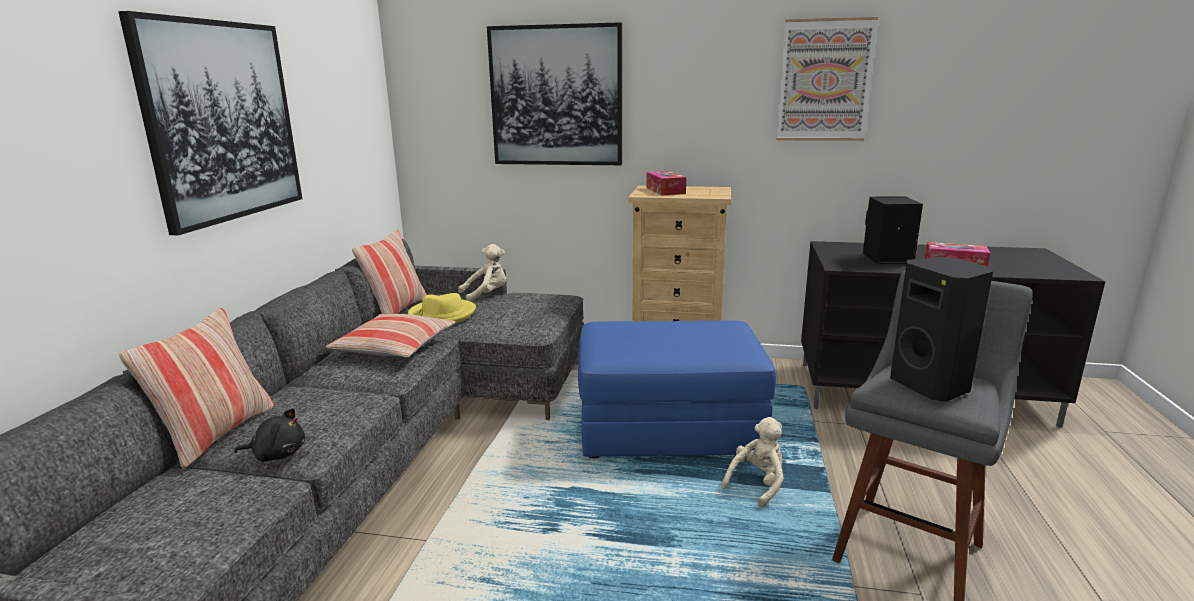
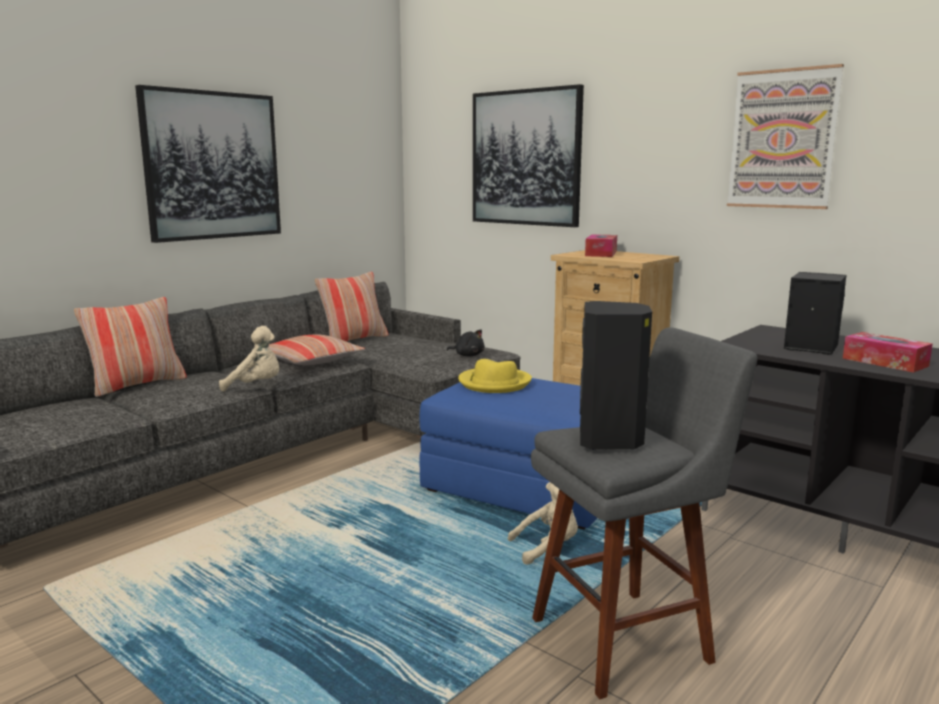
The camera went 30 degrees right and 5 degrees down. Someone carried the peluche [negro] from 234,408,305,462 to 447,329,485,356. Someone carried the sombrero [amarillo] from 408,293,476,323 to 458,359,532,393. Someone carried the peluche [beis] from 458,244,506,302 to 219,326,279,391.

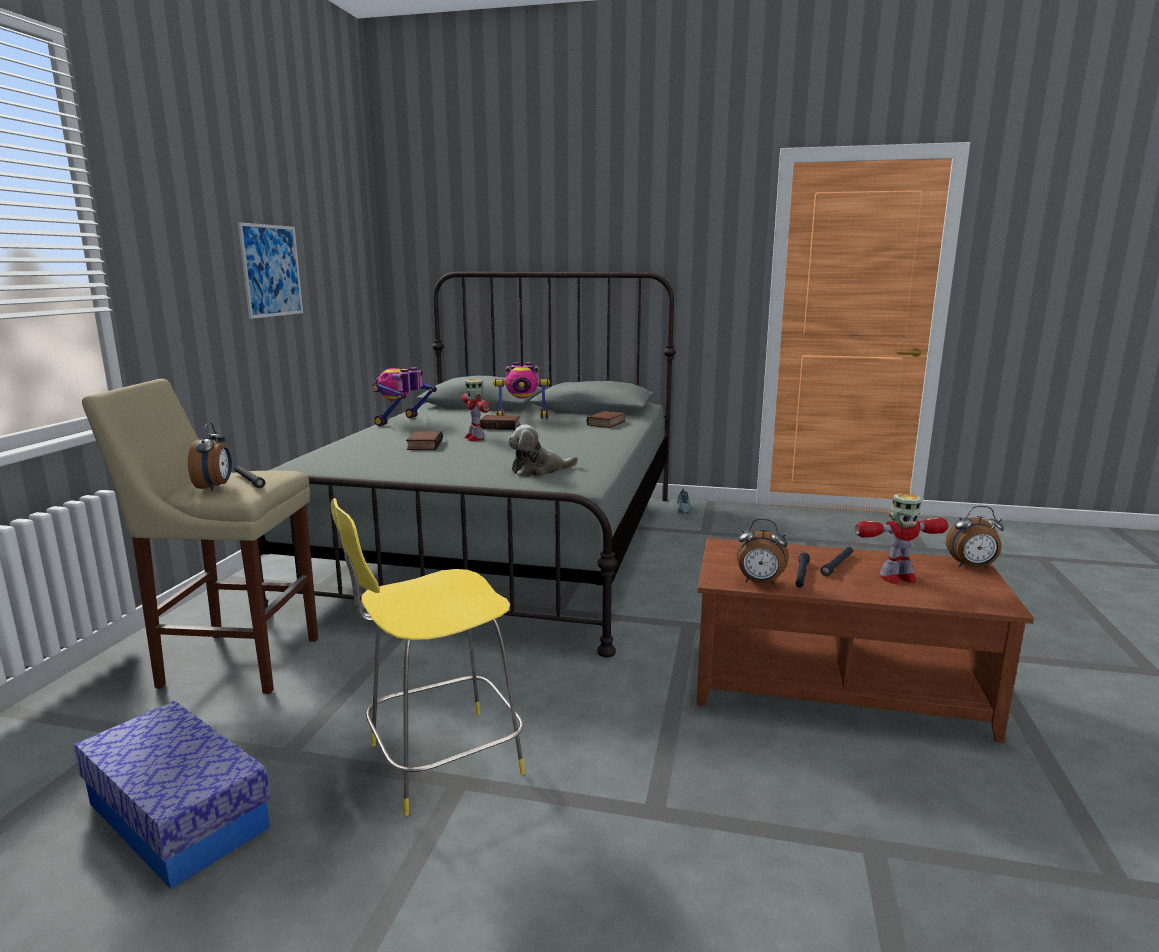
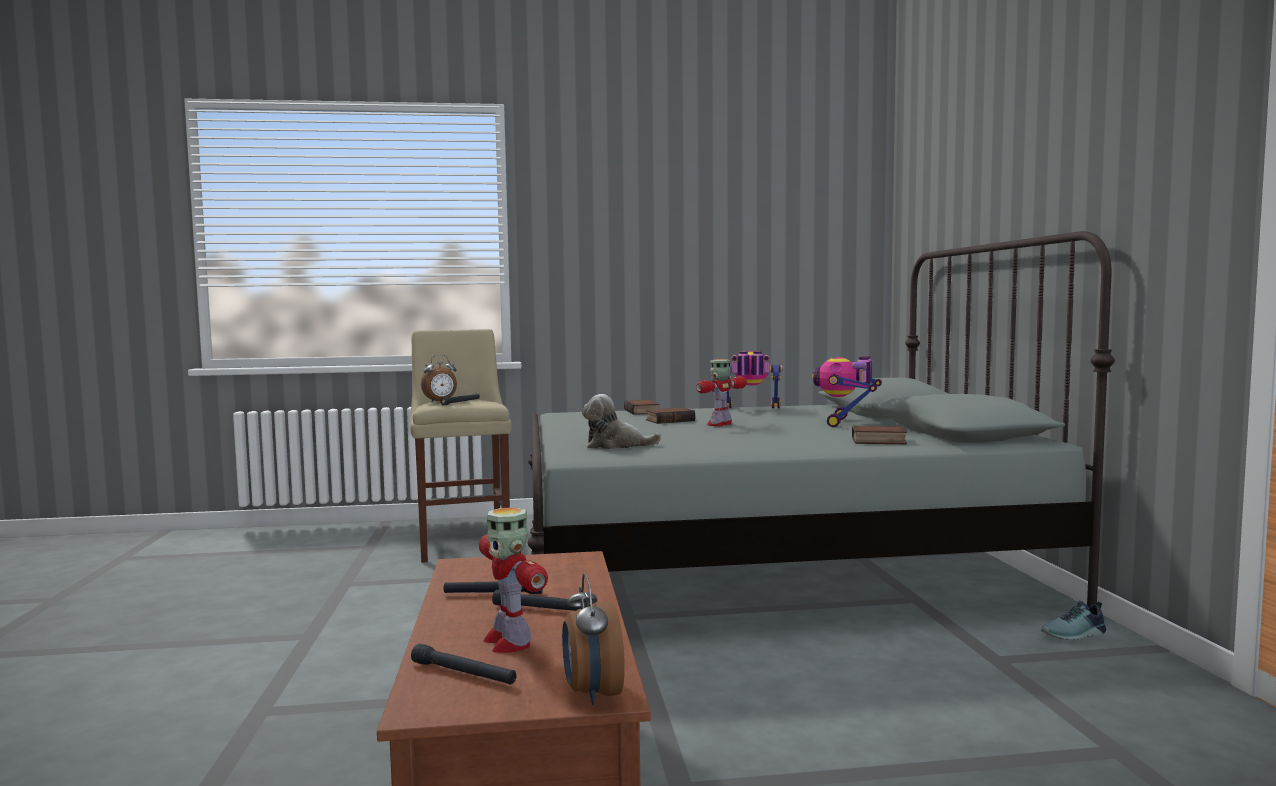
The camera went 70 degrees right and 10 degrees down. Someone took away the caja de almacenaje at 74,700,271,889. Someone took away the cuadro at 238,222,303,319. Someone took away the taburete [amarillo] at 330,498,525,816. Someone took away the despertador at 737,519,789,585. Someone put down the linterna [negro] at 411,644,516,684. Someone carried the libro from 480,415,520,430 to 624,400,660,415. Someone rotated the robot de juguete at 493,362,550,419 by 45 degrees clockwise. Someone rotated the peluche at 508,425,578,476 by 45 degrees counterclockwise.

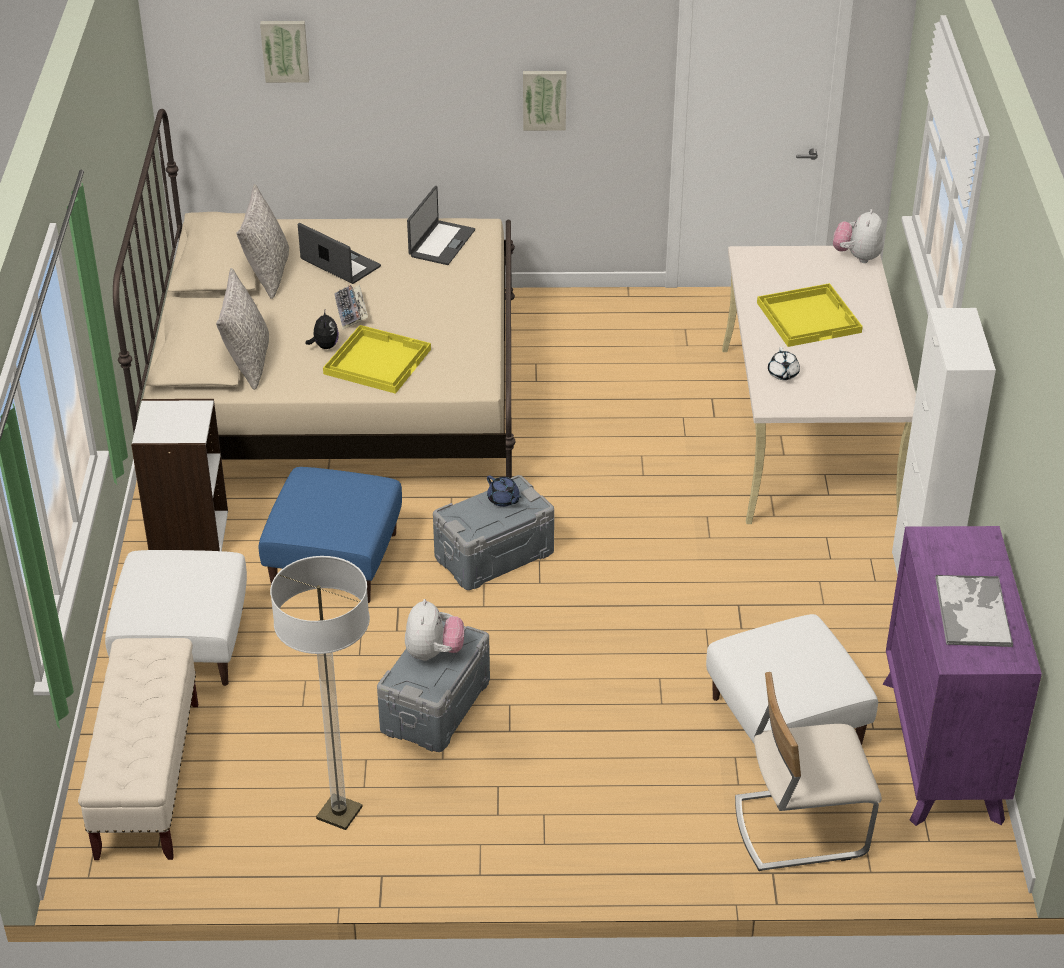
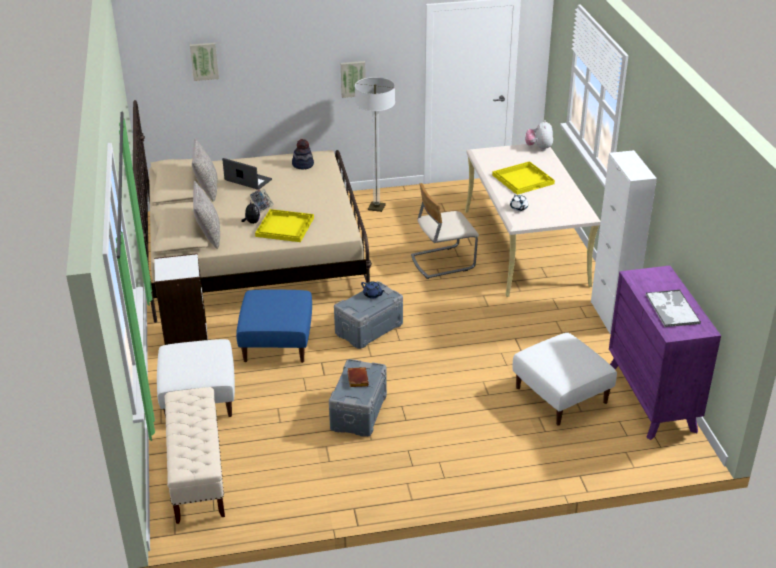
The camera went 10 degrees left and 5 degrees down. Someone carried the lámpara de pie from 270,556,370,830 to 355,77,395,212. Someone carried the silla [beis] from 735,672,882,871 to 411,183,479,279. Someone swapped the peluche at 405,599,464,661 for the libro [marrón] at 347,367,369,387. Someone swapped the portátil at 407,186,475,265 for the sombrero at 292,139,314,169.

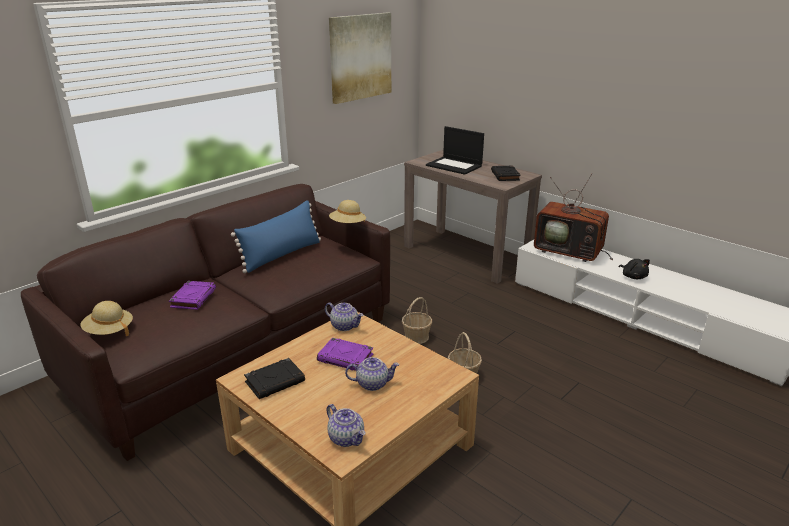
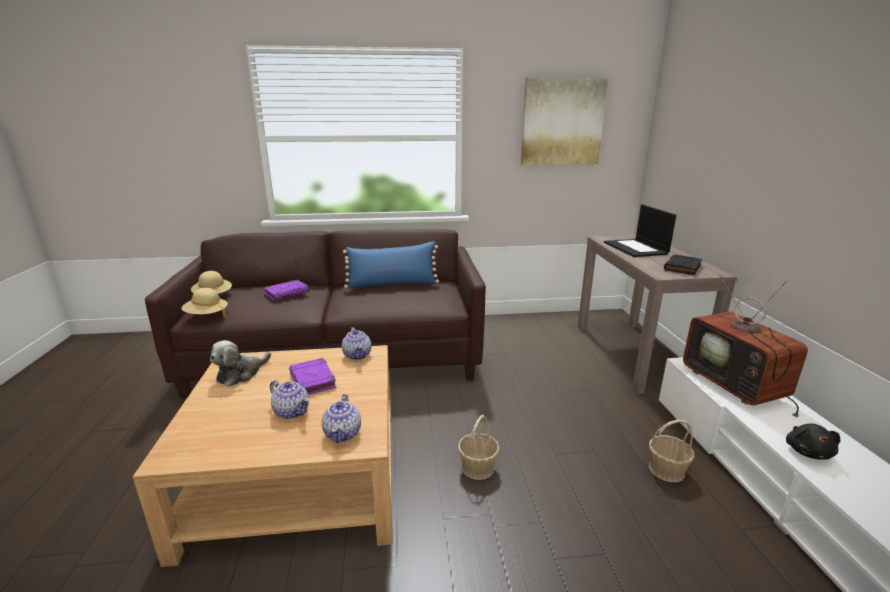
The camera went 40 degrees right and 5 degrees down. Someone carried the tetera from 327,404,366,447 to 322,394,361,443. Someone carried the sombrero [beis] from 329,200,366,223 to 182,288,228,317. Someone carried the cesta from 402,297,432,344 to 649,420,694,482. Someone swapped the libro [negro] at 244,358,305,399 for the peluche at 210,340,271,387.

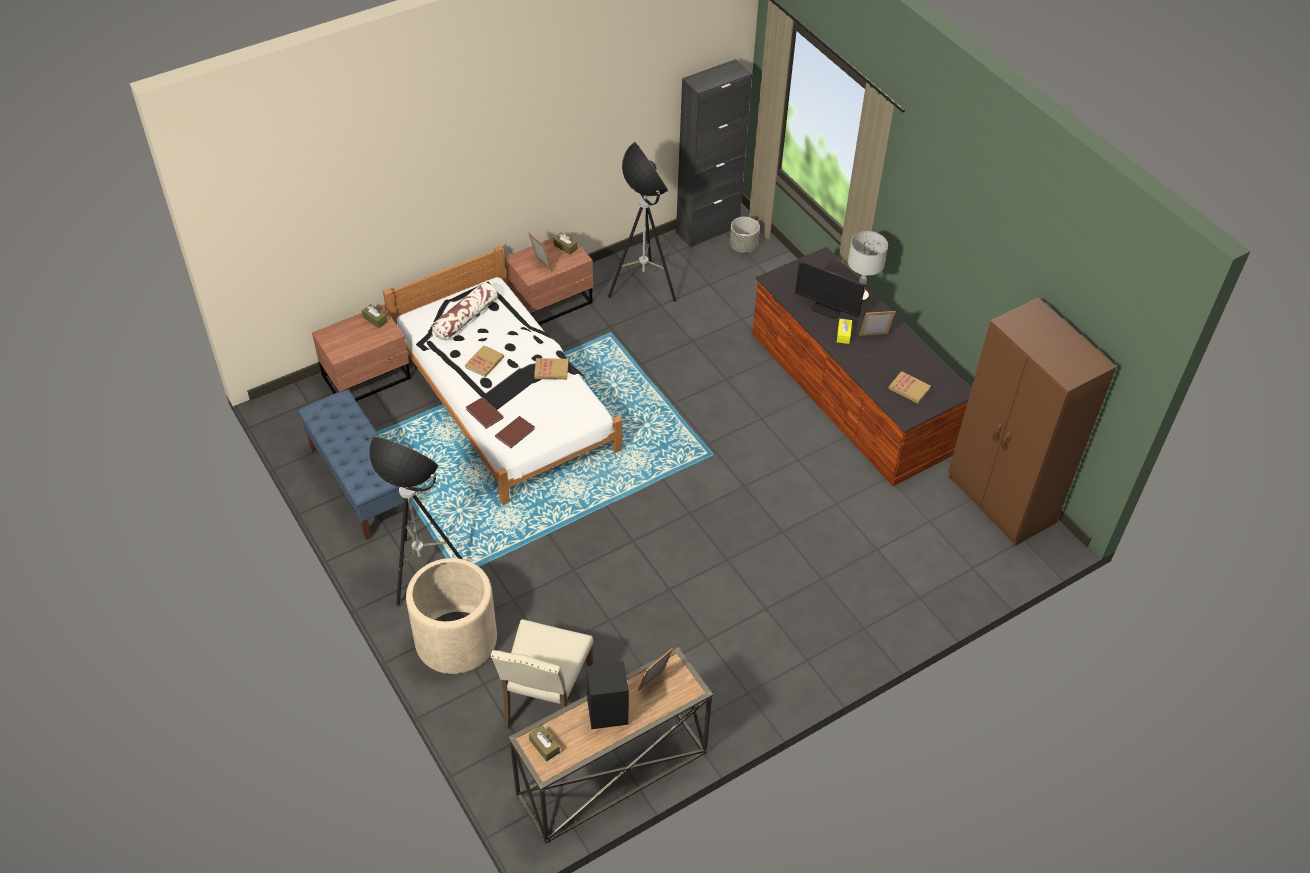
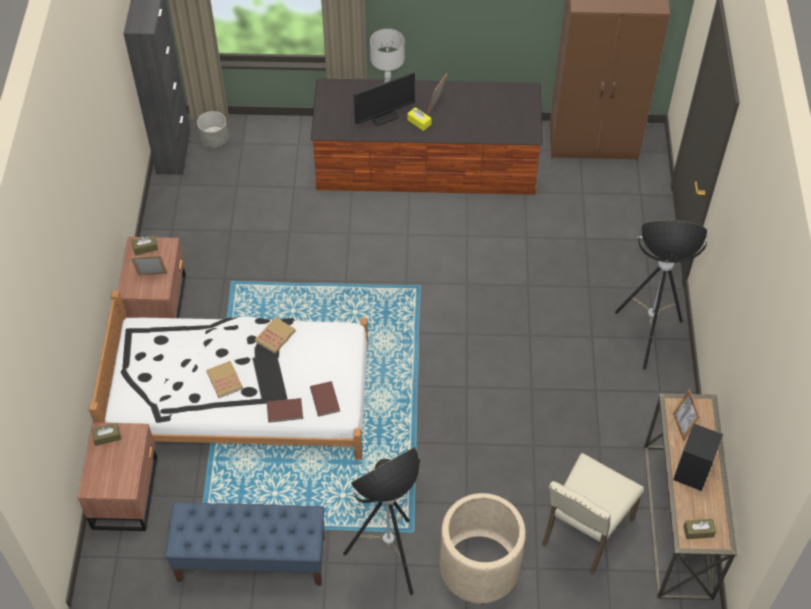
The camera went 55 degrees left and 5 degrees up. Someone took away the cojín at 432,282,498,341. Someone took away the libro at 888,371,931,404. Someone carried the lámpara de pie from 608,142,676,302 to 615,220,707,370. Someone rotated the silla [beis] at 491,619,593,729 by 75 degrees clockwise.

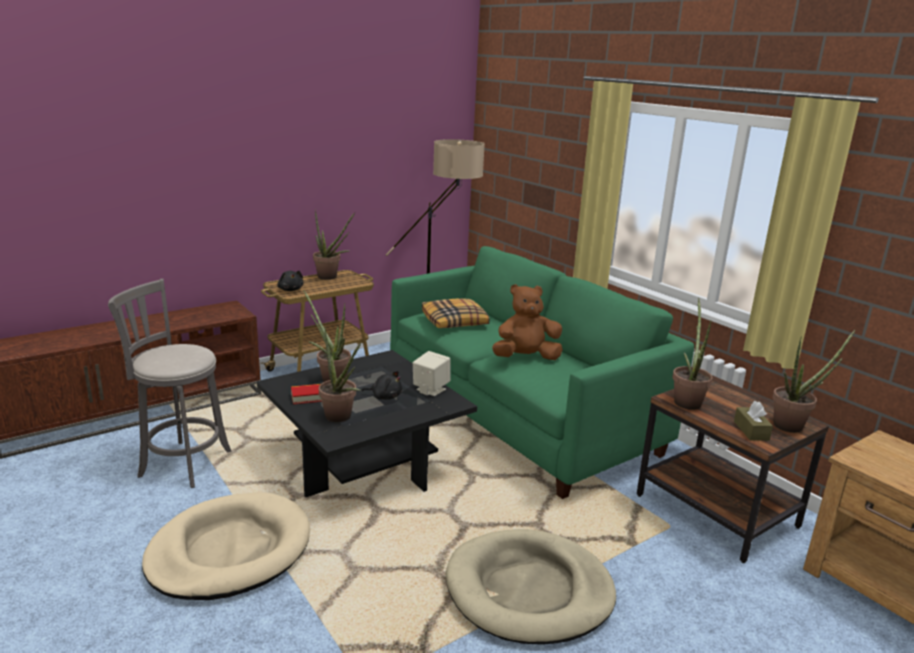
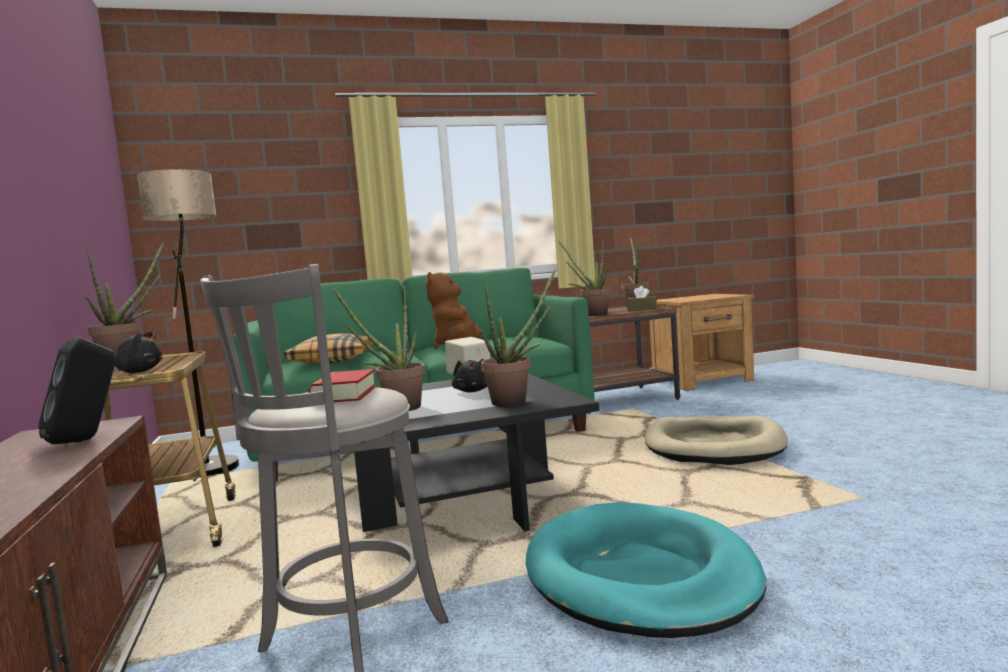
The camera went 70 degrees left and 15 degrees down. Someone put down the altavoz [negro] at 38,337,116,444. Someone carried the libro from 291,384,322,404 to 308,369,376,402. Someone repainted the cama para perro [beis] at 142,492,310,600, which became the cama para perro [turquesa] at 526,502,766,638. Someone rotated the peluche [negro] at 362,371,402,400 by 135 degrees clockwise.

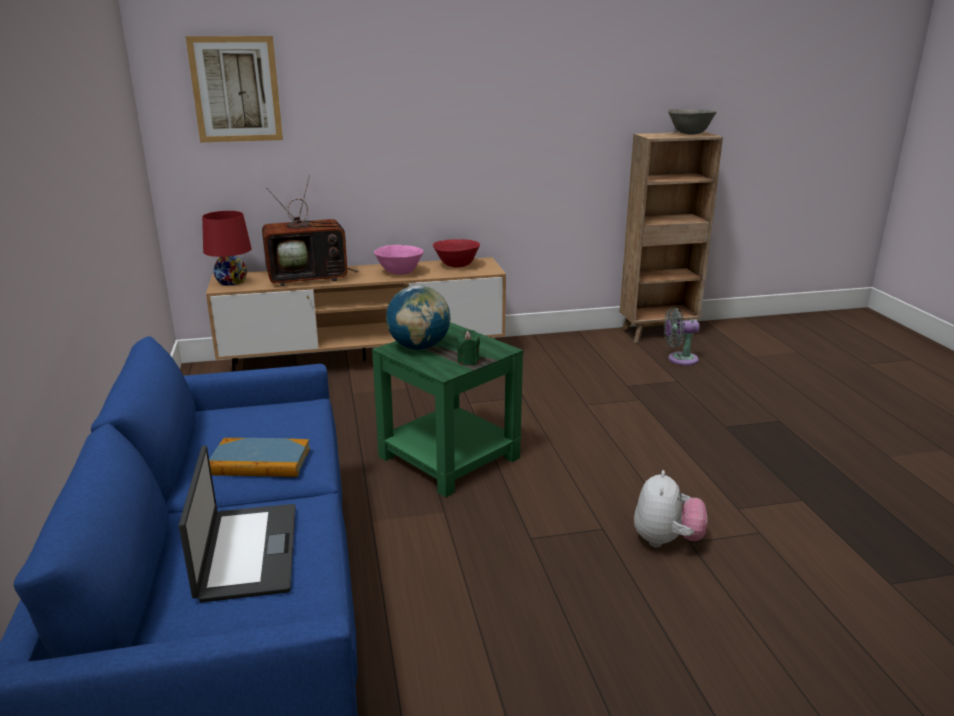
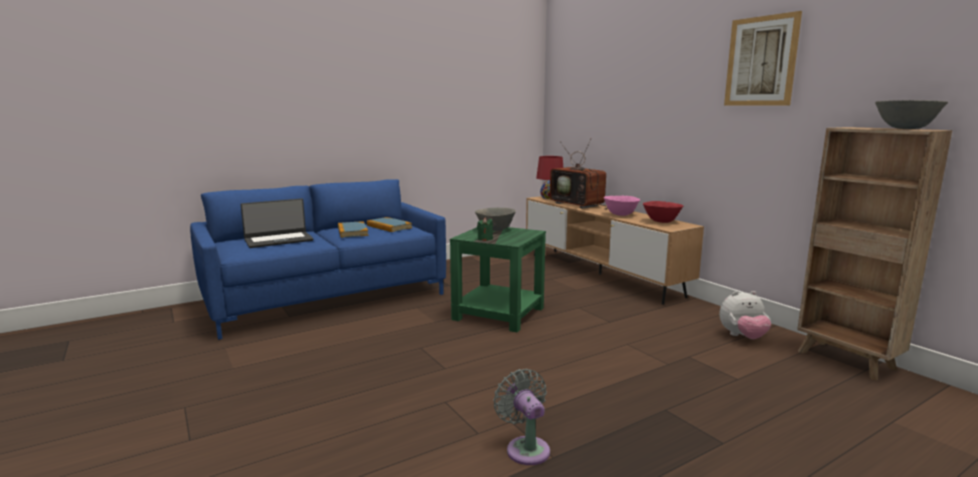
The camera went 70 degrees right and 10 degrees down. Someone put down the libro at 367,217,412,232. Someone carried the cuadro from 186,36,283,143 to 724,11,802,105. Someone carried the peluche from 634,470,707,548 to 719,291,771,339. Someone carried the ventilador [gris] from 664,308,700,365 to 493,369,550,465. Someone swapped the globo terráqueo at 386,285,450,350 for the cuenco [gris] at 475,208,516,231.

